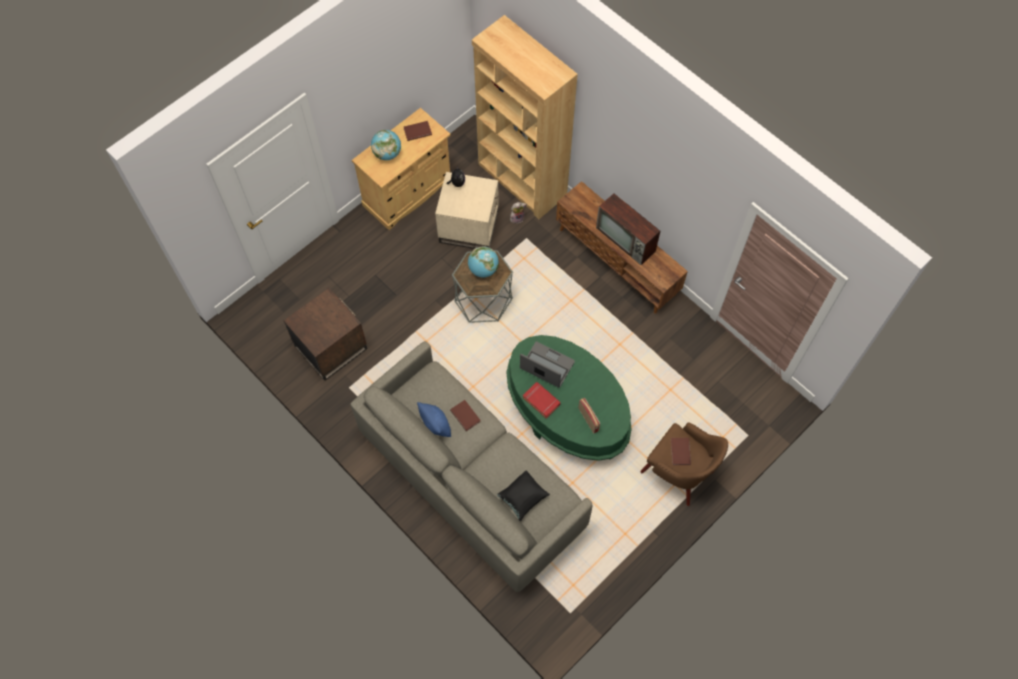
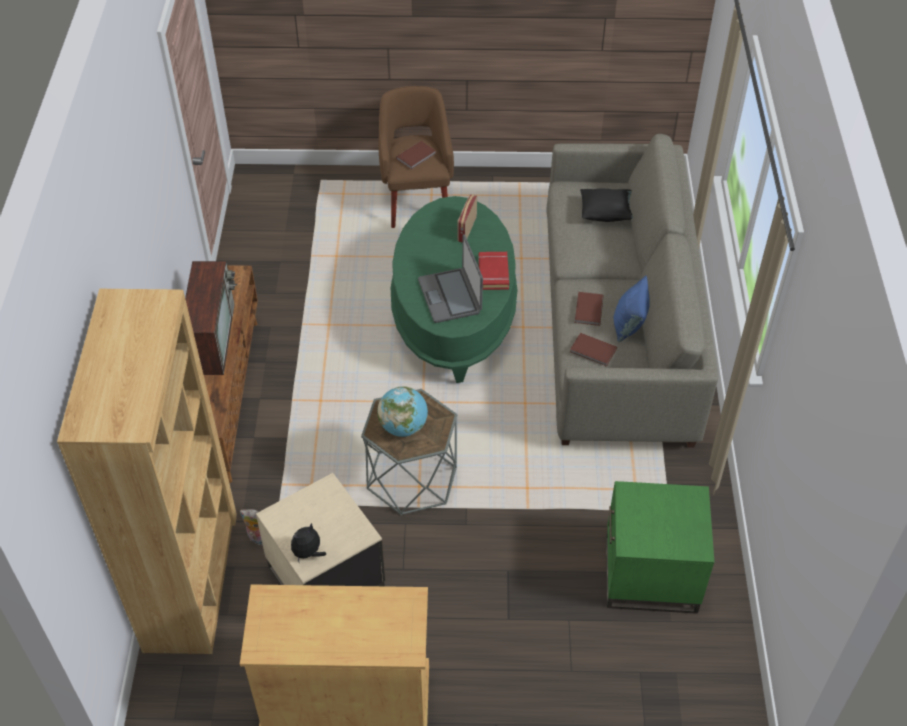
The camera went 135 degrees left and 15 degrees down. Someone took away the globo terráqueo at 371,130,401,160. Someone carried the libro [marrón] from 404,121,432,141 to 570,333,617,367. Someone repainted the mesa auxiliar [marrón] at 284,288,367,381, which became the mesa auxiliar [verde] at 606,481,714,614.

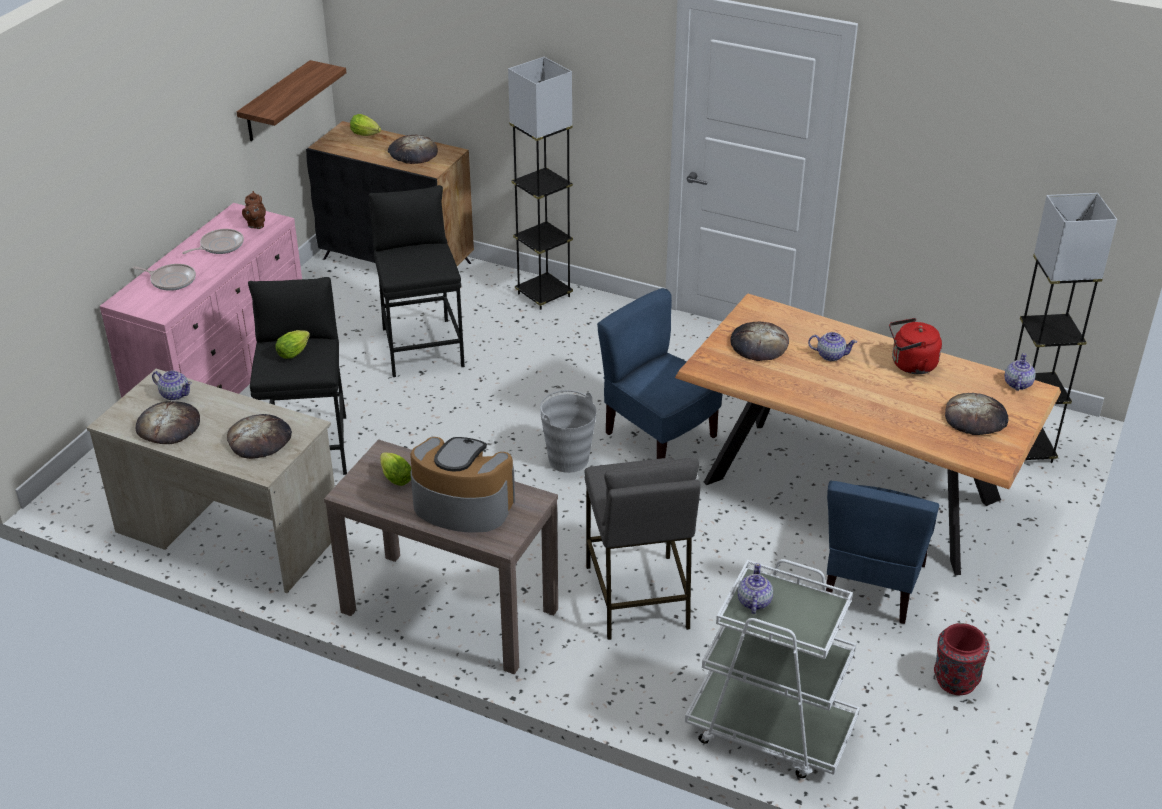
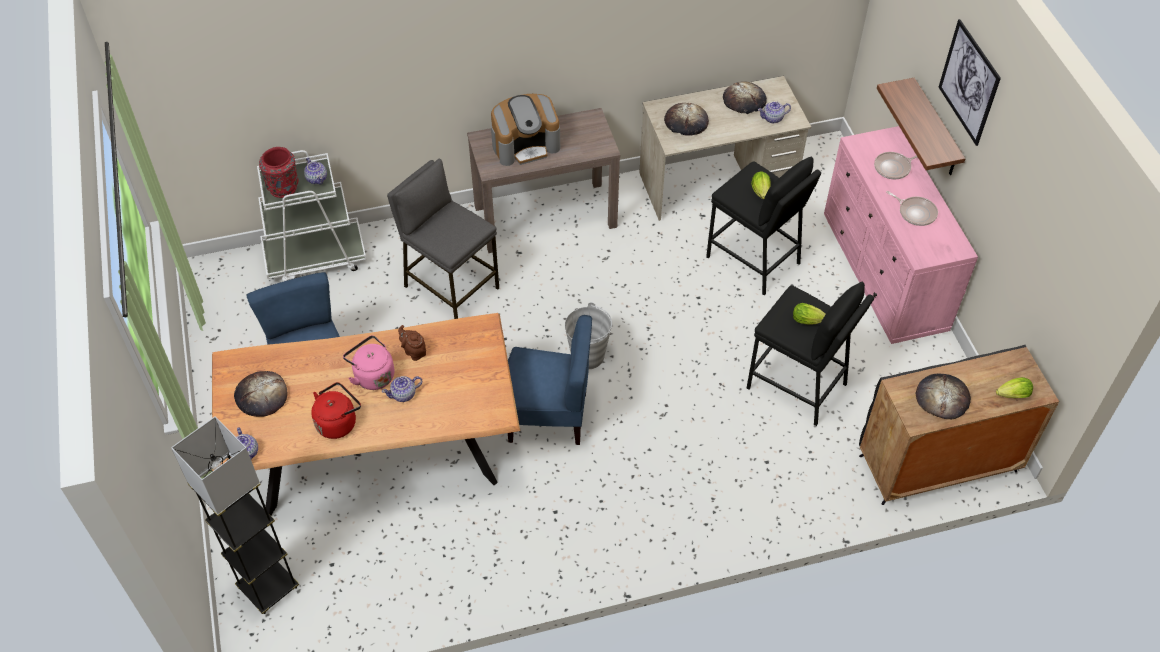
The camera went 140 degrees right and 15 degrees up. Someone took away the lámpara de pie [gris] at 508,57,573,310. Someone took away the pan at 731,322,789,361. Someone put down the hervidor [rosa] at 343,335,395,390. Someone put up the cuadro at 939,19,1001,146. Someone carried the estante from 237,60,346,141 to 877,78,965,175. Someone carried the tetera [marrón] from 242,191,266,229 to 398,325,426,361. Someone carried the lechuga from 380,452,411,486 to 793,303,826,325. Someone carried the florero [rojo] from 934,623,990,695 to 259,147,299,198. Someone rotated the sartén at 182,229,244,254 by 60 degrees counterclockwise.

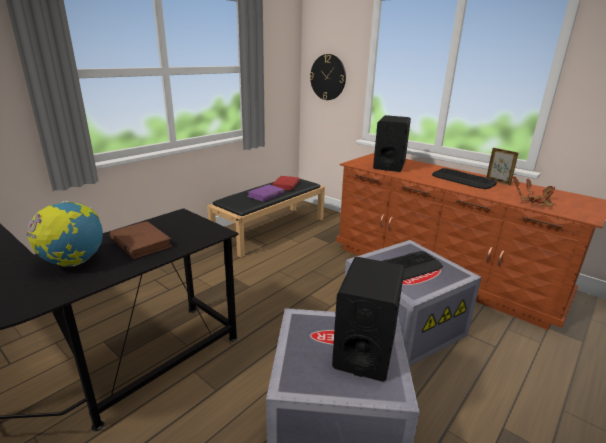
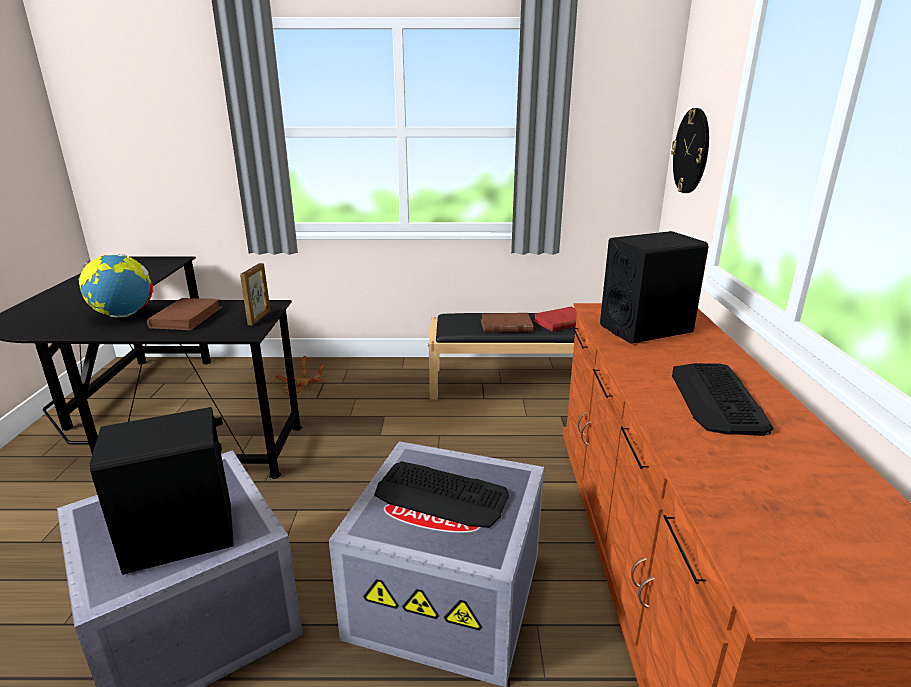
The camera went 50 degrees right and 0 degrees up. Someone carried the portarretratos from 486,148,518,185 to 240,263,270,325. Someone carried the planta en maceta from 512,176,556,207 to 275,356,325,393. Someone repainted the libro [morado] at 247,184,285,202, which became the libro [marrón] at 480,313,533,333.

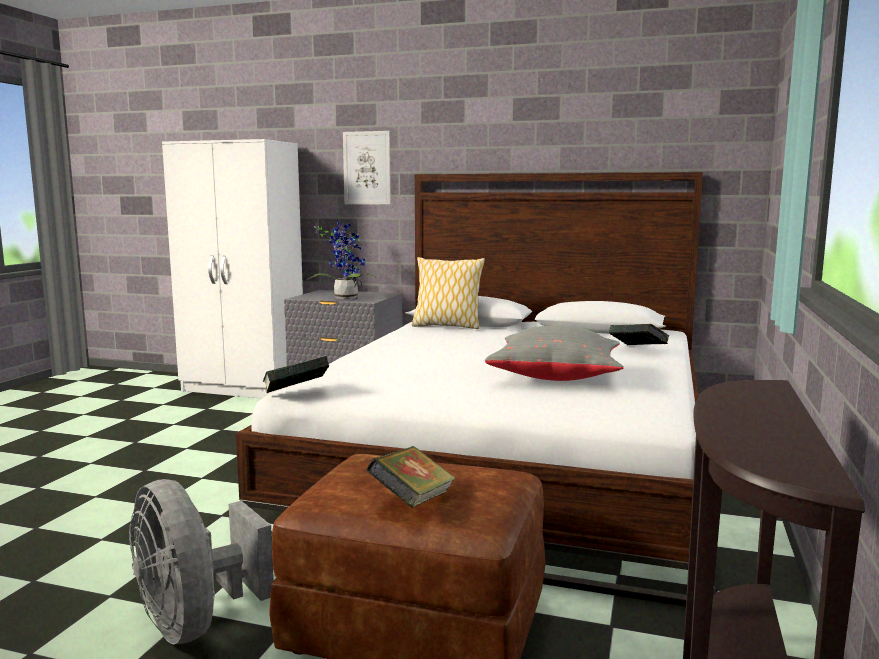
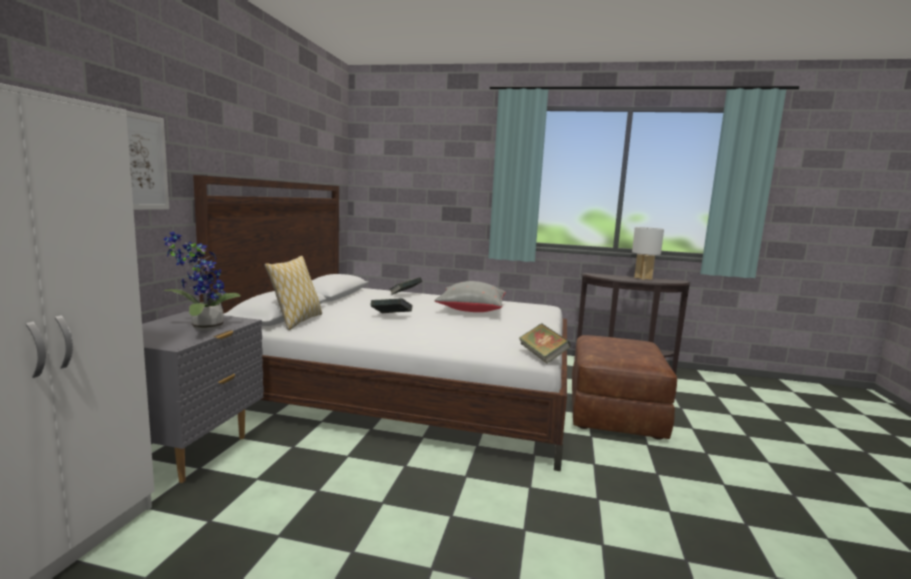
The camera went 95 degrees left and 0 degrees up. Someone took away the ventilador [gris] at 129,479,274,644. Someone put down the lámpara de mesa [blanco] at 632,227,664,280. Someone carried the libro from 367,446,456,508 to 370,298,413,313.

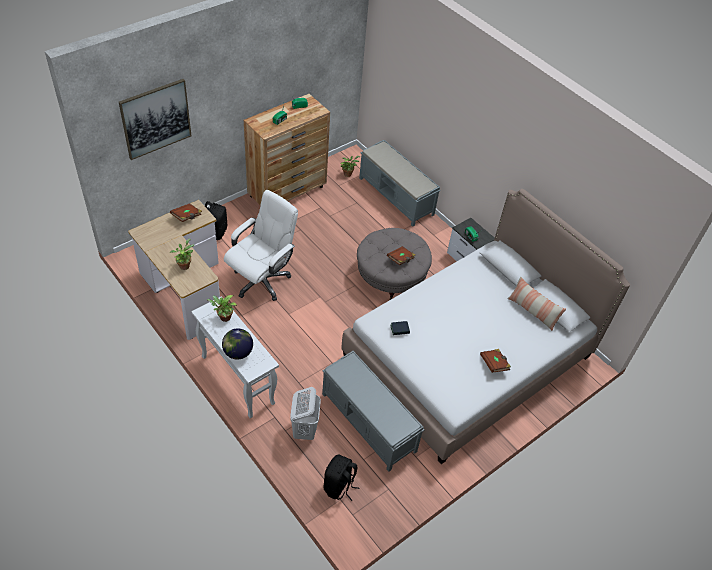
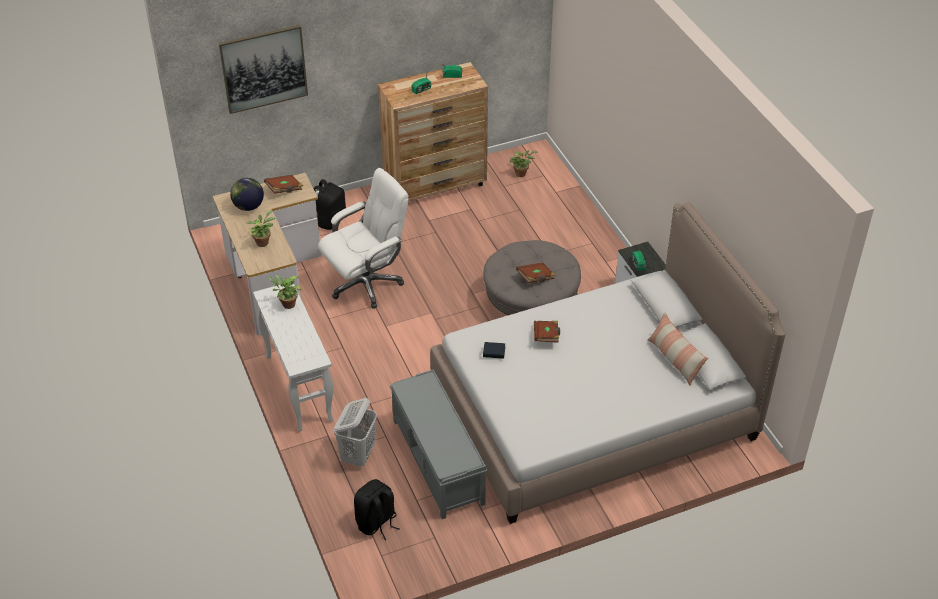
The camera went 20 degrees right and 5 degrees down. Someone took away the banco [gris] at 359,140,441,227. Someone carried the globo terráqueo from 222,328,253,360 to 230,178,264,211. Someone carried the libro [marrón] from 480,349,511,373 to 534,321,560,343.

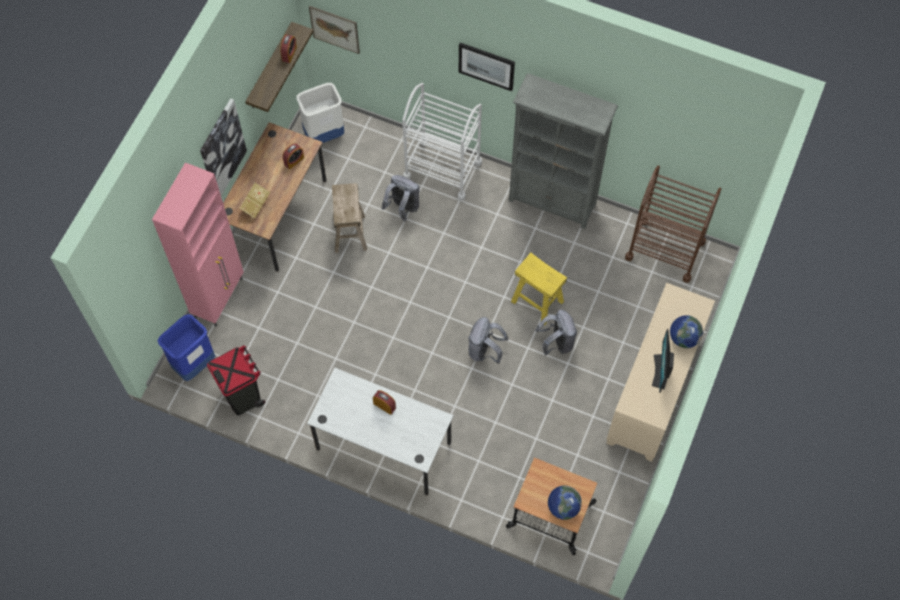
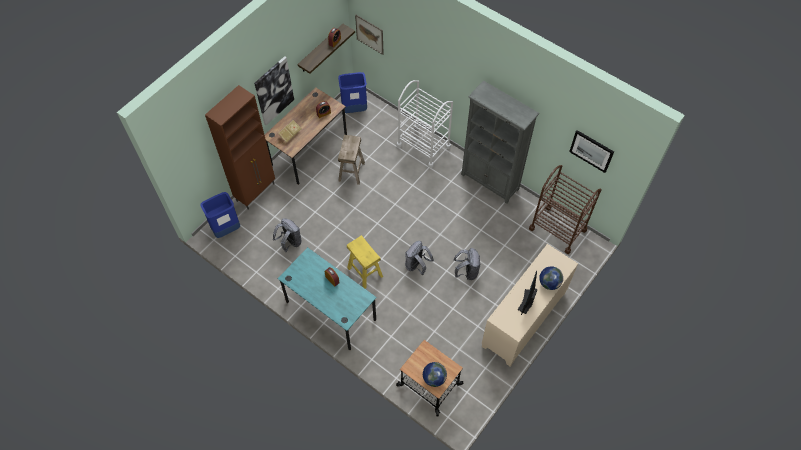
The camera went 15 degrees right and 5 degrees down. Someone took away the papelera [negro] at 207,345,265,415. Someone carried the mochila [gris] from 382,175,420,222 to 273,218,302,252. Someone carried the cuadro from 459,43,515,91 to 569,130,614,173. Someone carried the taburete [amarillo] from 511,253,567,325 to 347,235,383,288. Someone repainted the armario [rosa] at 152,162,244,327, which became the armario [marrón] at 205,85,275,209. Someone repainted the papelera [blanco] at 296,83,344,143, which became the papelera [azul] at 338,72,367,113. Someone repainted the escritorio [blanco] at 307,368,454,495, which became the escritorio [turquesa] at 278,247,377,350.

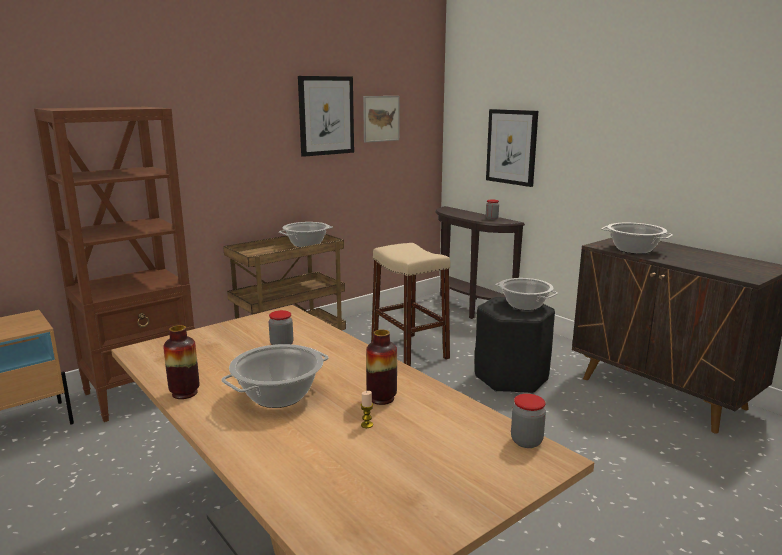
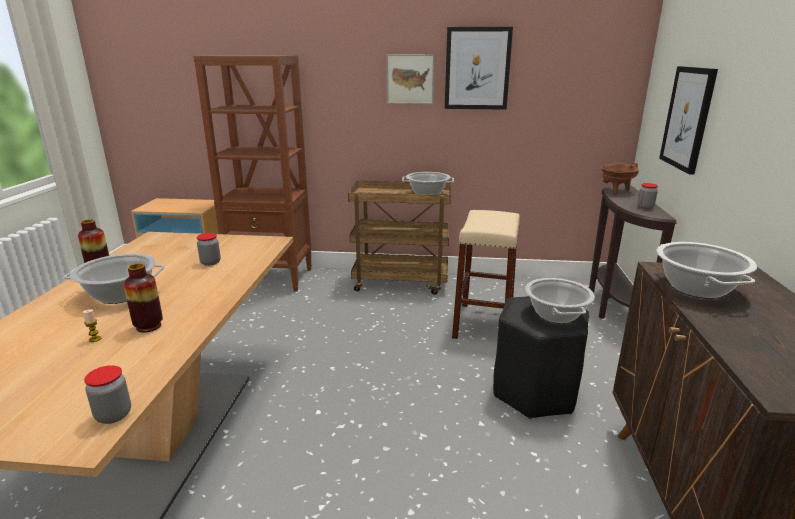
The camera went 45 degrees right and 5 degrees up. Someone put down the olla [marrón] at 600,163,639,195. Someone carried the cuadro from 363,96,400,143 to 386,54,435,104.

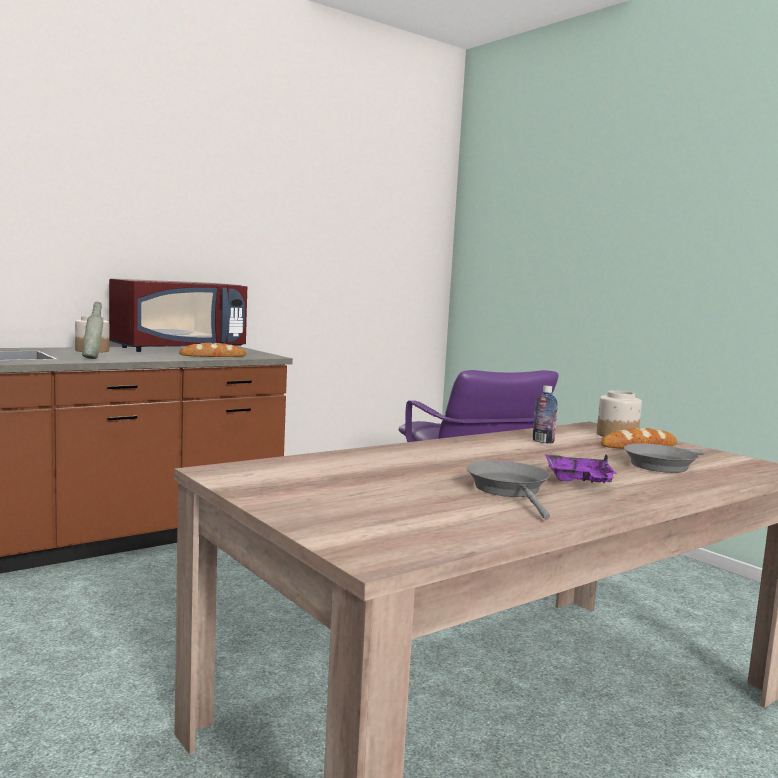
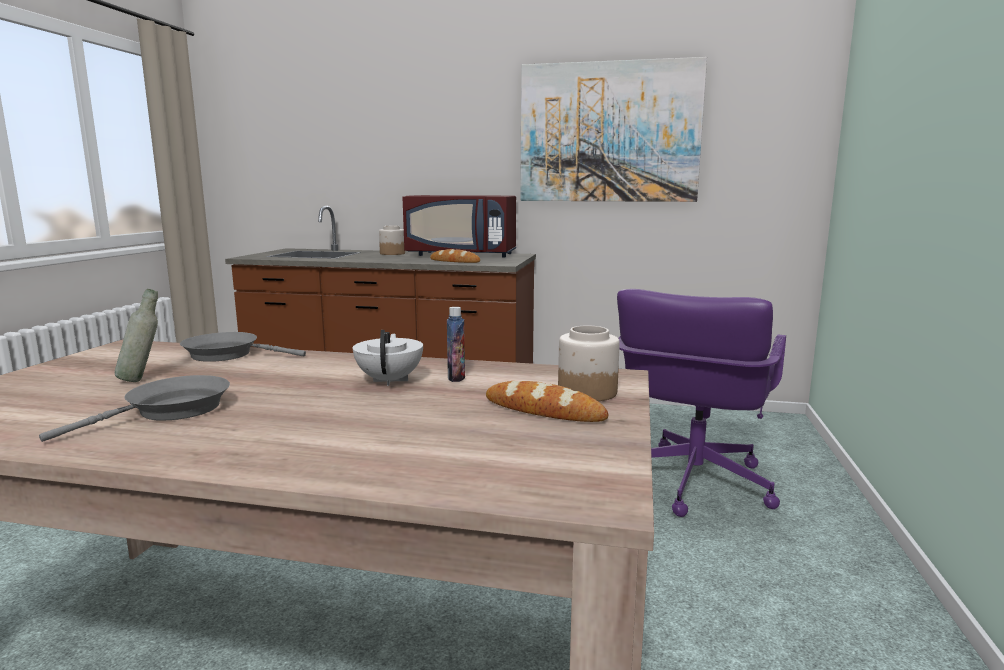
The camera went 50 degrees right and 5 degrees up. Someone took away the bandeja [morado] at 545,454,617,483. Someone put down the tetera [blanco] at 353,330,423,386. Someone put up the cuadro at 520,57,707,202. Someone carried the botella [gris] from 82,302,103,359 to 115,289,158,382. Someone carried the sartén [gris] from 624,443,704,473 to 180,332,306,362.

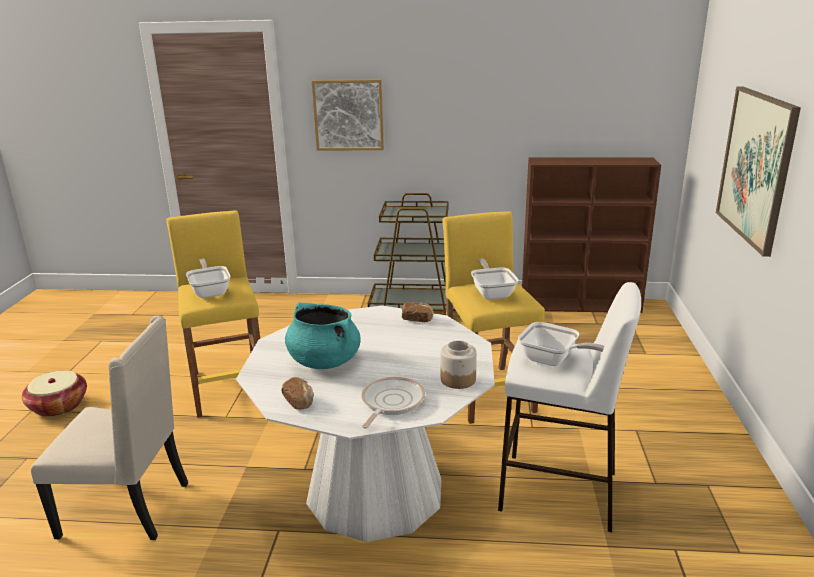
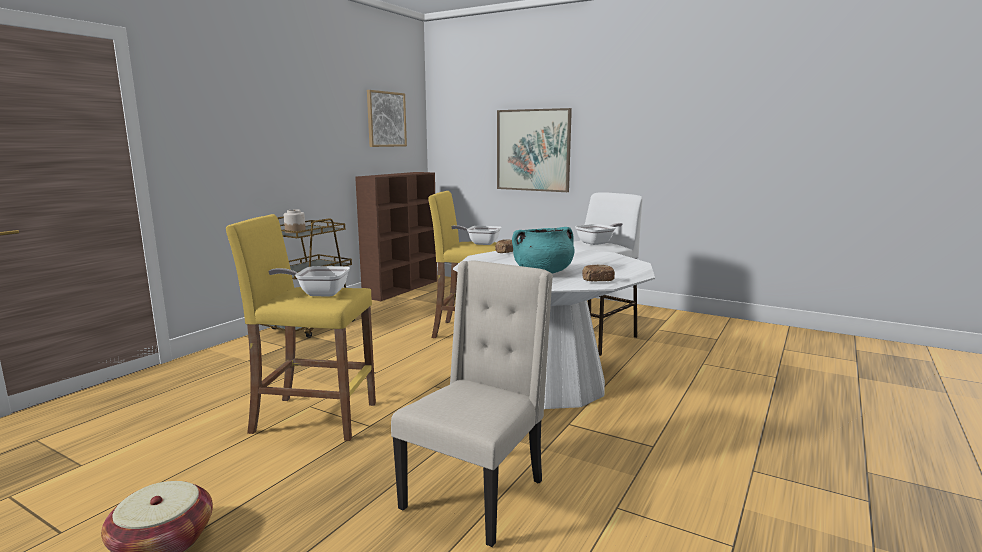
The camera went 65 degrees left and 10 degrees down. Someone took away the sartén at 361,377,425,429. Someone carried the cuadro from 311,79,384,150 to 367,90,407,147. Someone carried the tarro from 441,340,477,389 to 284,210,306,233.

